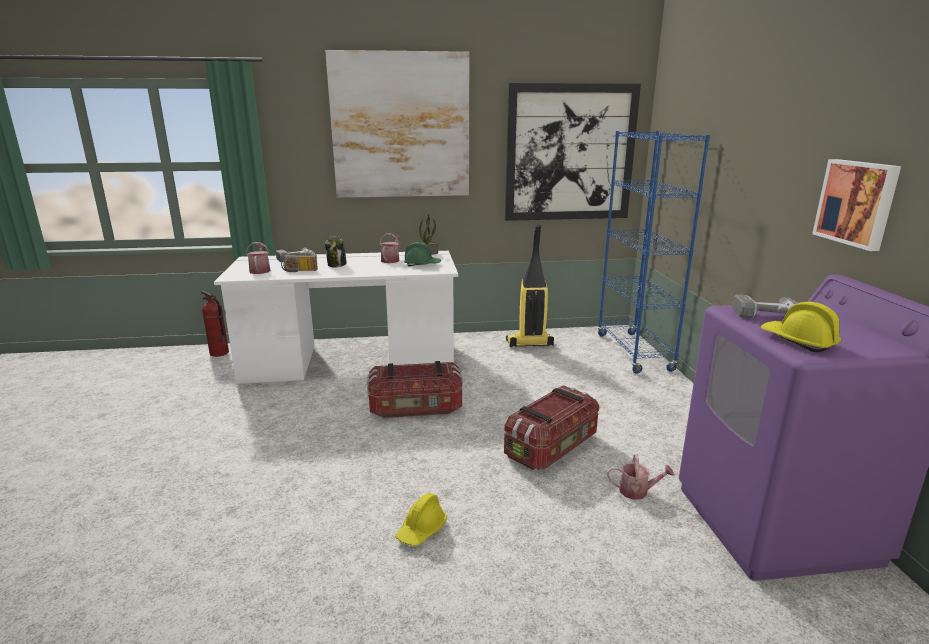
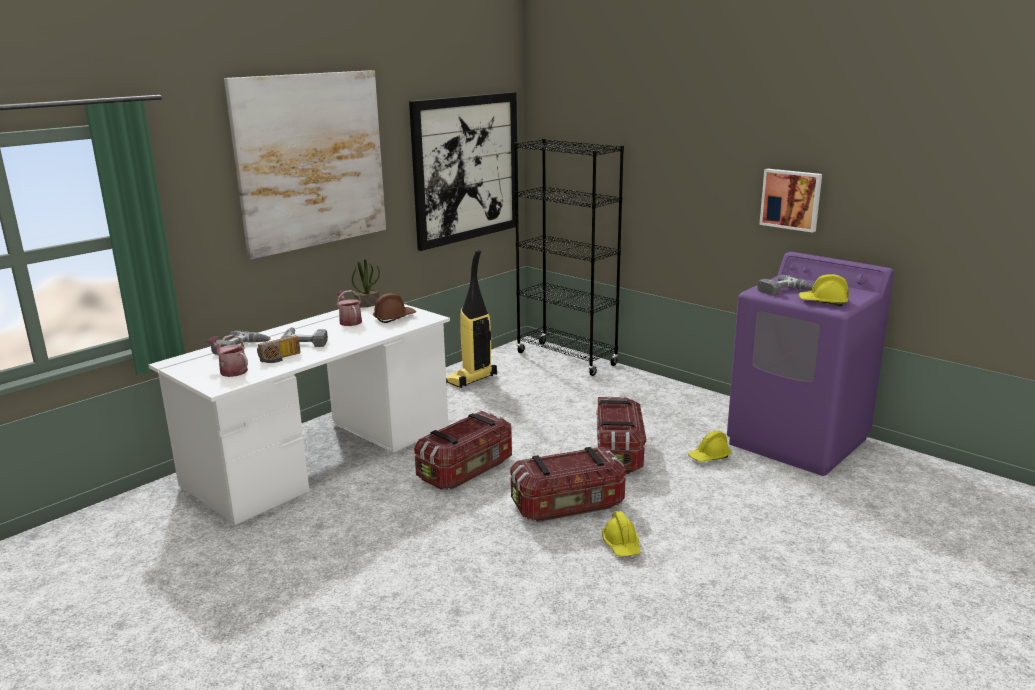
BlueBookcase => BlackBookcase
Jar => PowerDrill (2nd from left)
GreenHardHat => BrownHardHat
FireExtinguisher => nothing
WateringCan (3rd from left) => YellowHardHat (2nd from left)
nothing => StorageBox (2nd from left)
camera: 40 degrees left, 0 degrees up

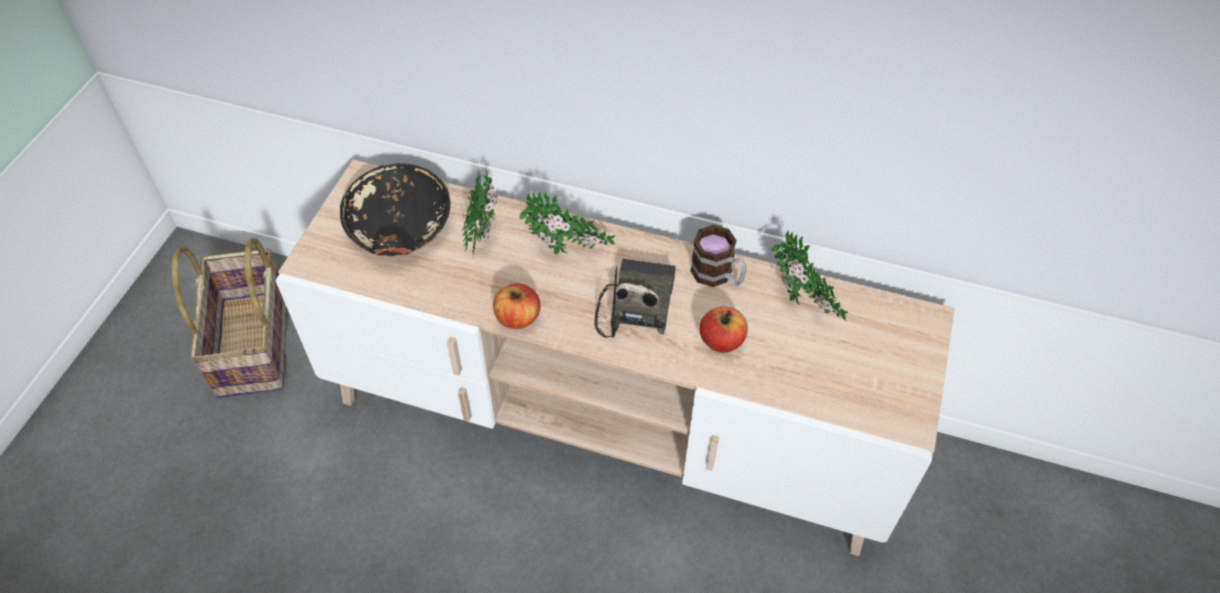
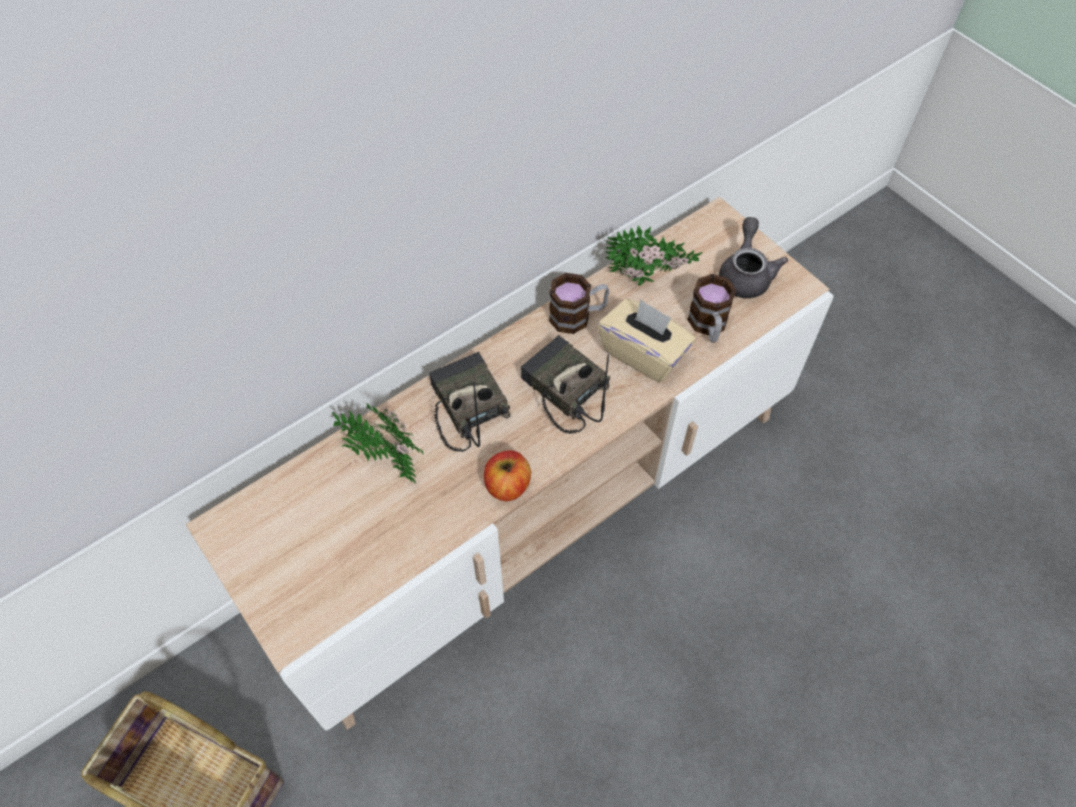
BlackBowl => nothing
PottedPlant (2nd from left) => Radio (1st from left)
Apple (2nd from left) => BeigeTissueBox
nothing => GreyTeapot
nothing => Mug (2nd from left)
camera: 55 degrees left, 5 degrees up

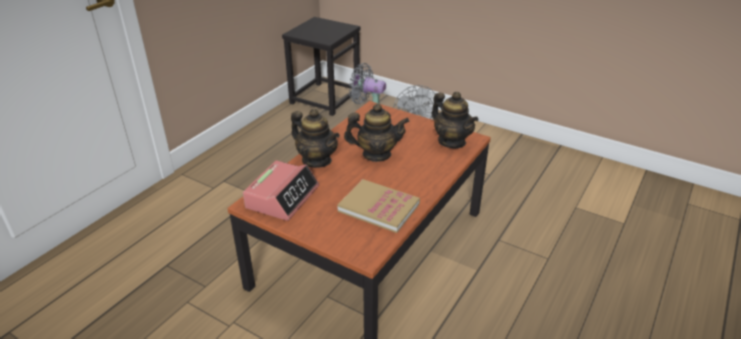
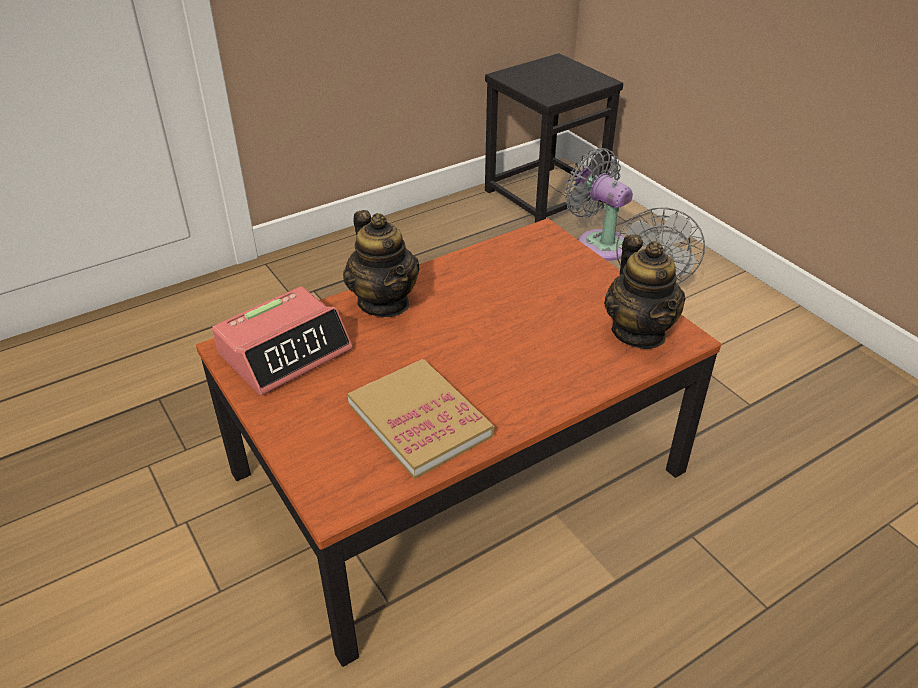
Teapot (2nd from left) => nothing
camera: 25 degrees right, 5 degrees up

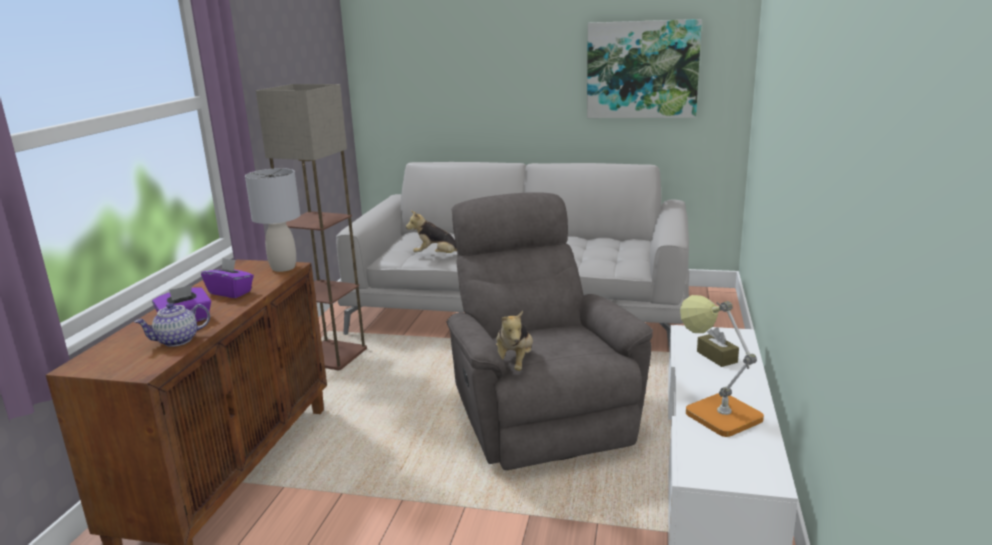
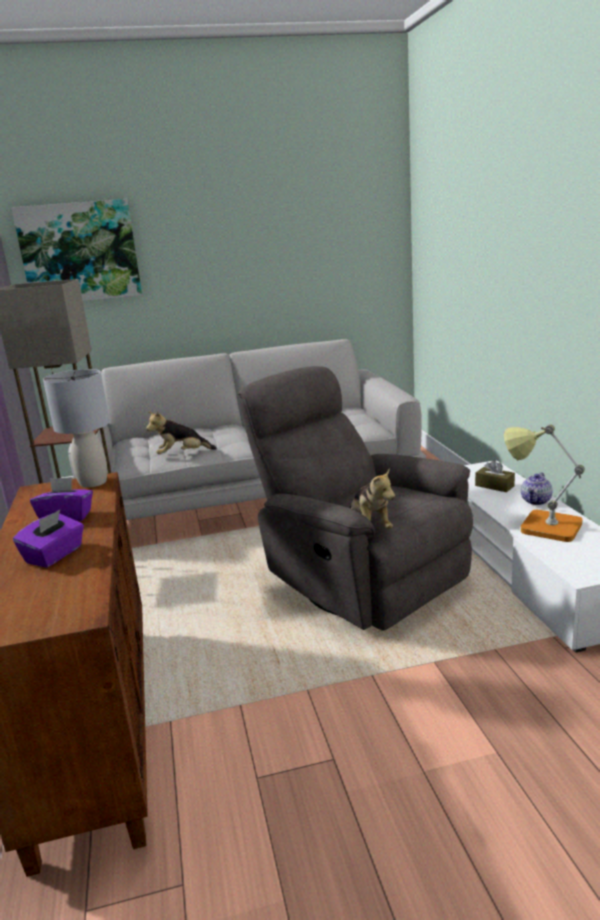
Picture, move
Teapot, move
camera: 25 degrees left, 0 degrees up

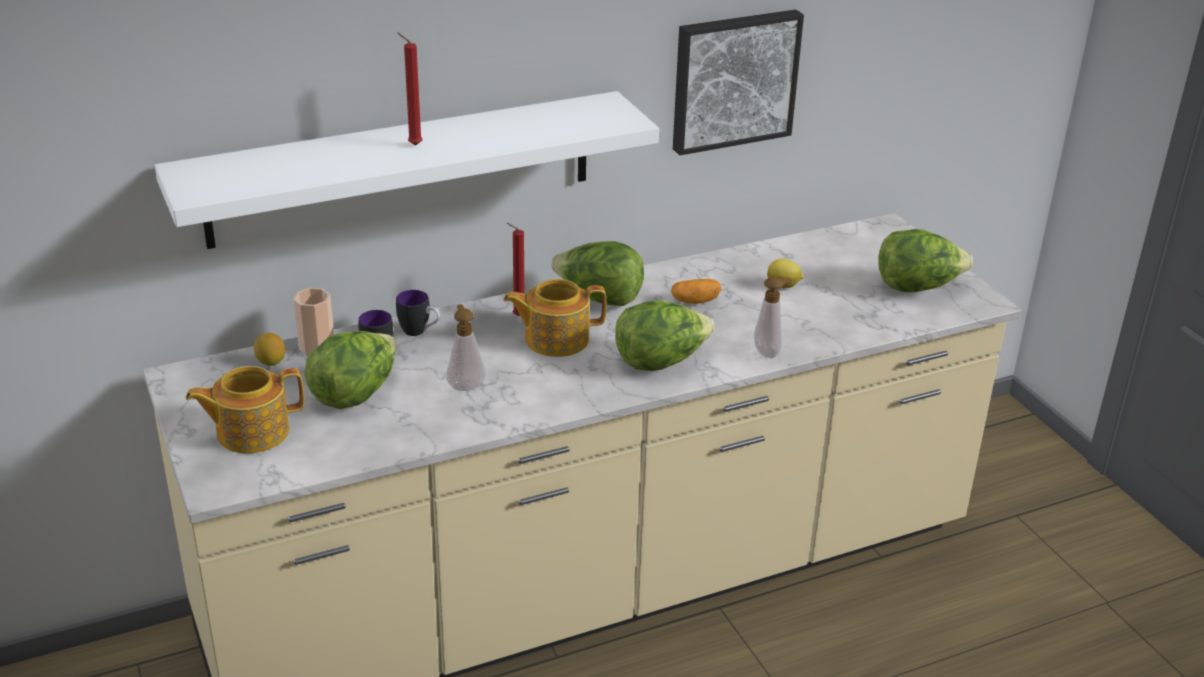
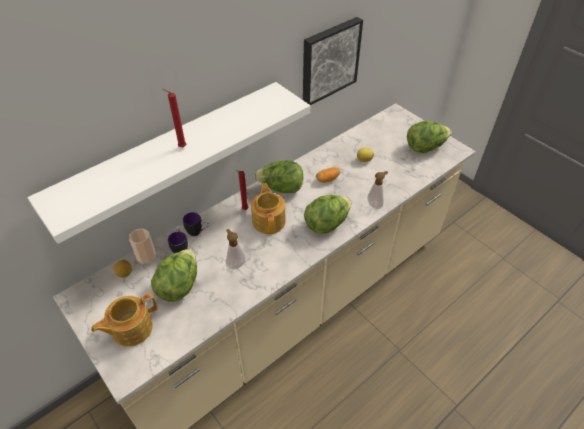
Teapot (2nd from left), 105 degrees clockwise
camera: 15 degrees left, 15 degrees up

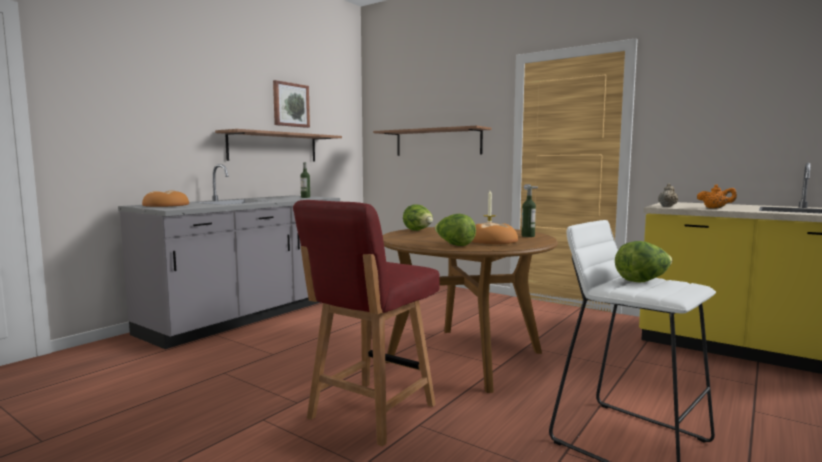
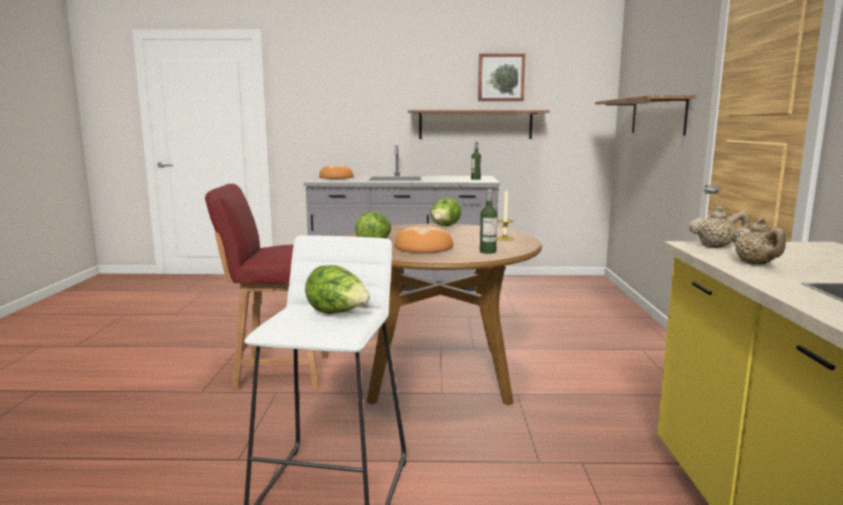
OrangeTeapot => BeigeTeapot (2nd from left)
camera: 55 degrees right, 5 degrees up

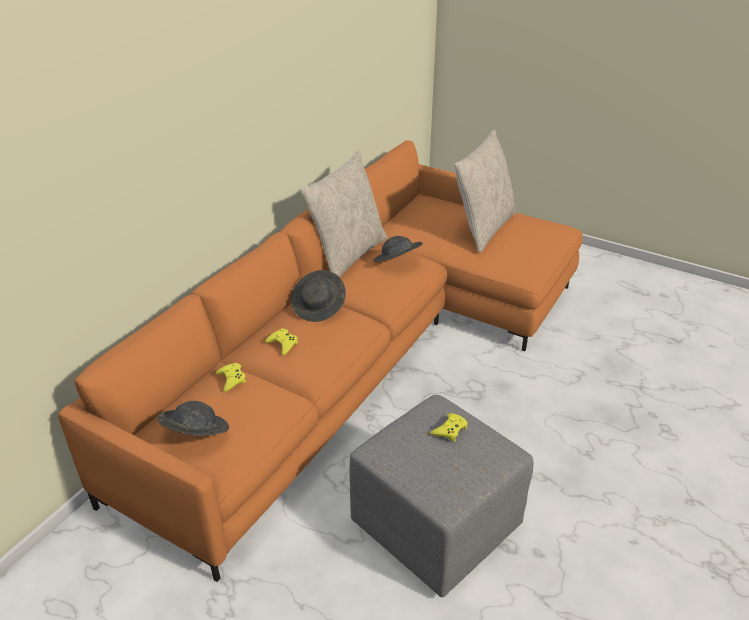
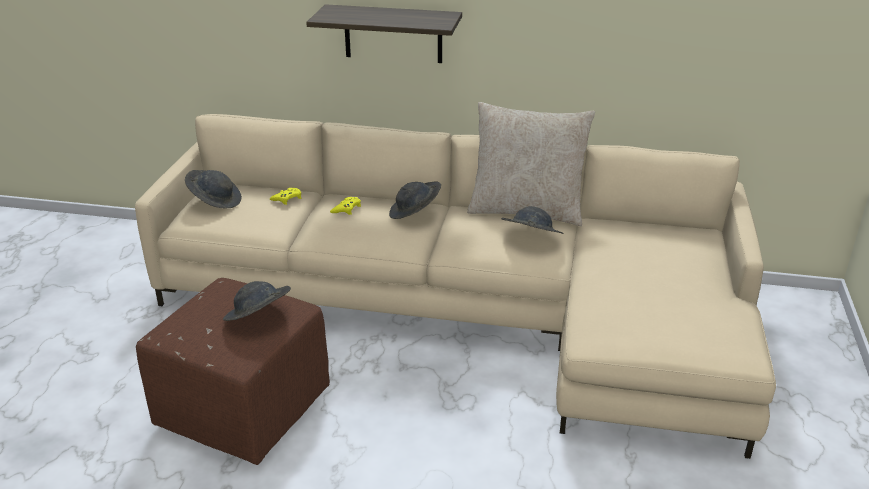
BeigePillow (2nd from left) => nothing
OrangeSofa => BeigeSofa
GreyOttoman => BrownOttoman
YellowGameController (3rd from left) => GreyHat (2nd from left)
nothing => Shelf
camera: 70 degrees right, 5 degrees down

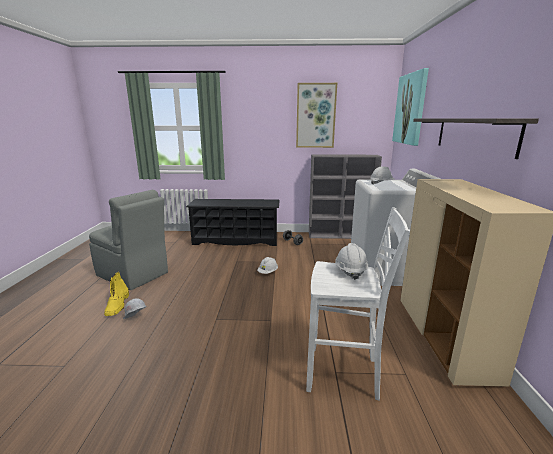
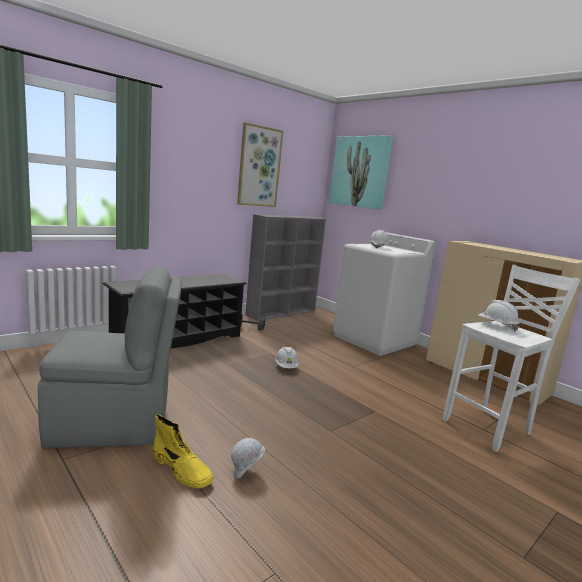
Shelf => nothing
camera: 45 degrees left, 5 degrees down

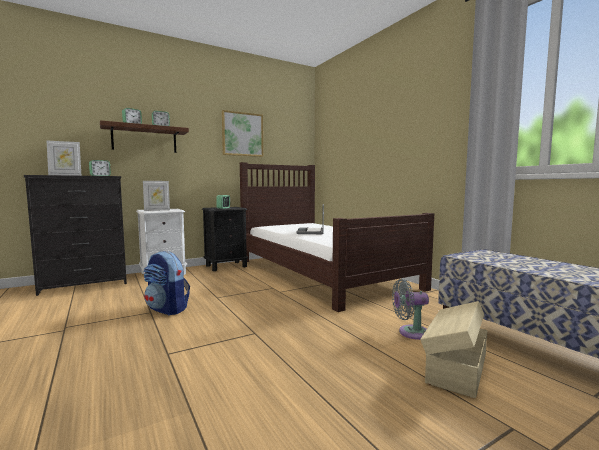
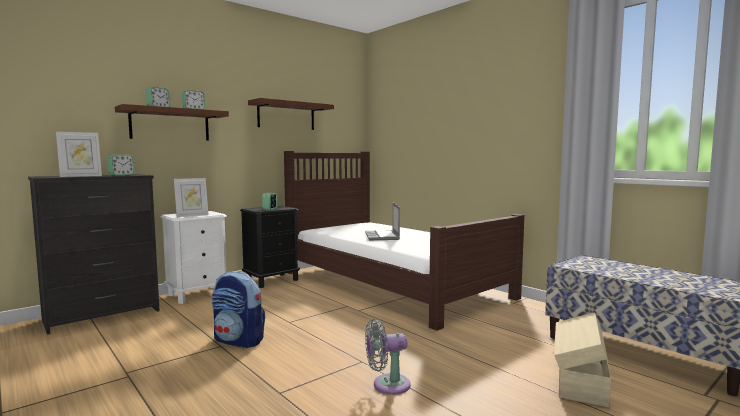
Picture => BrownShelf (2nd from left)
GreyFan, move
camera: 10 degrees left, 0 degrees up

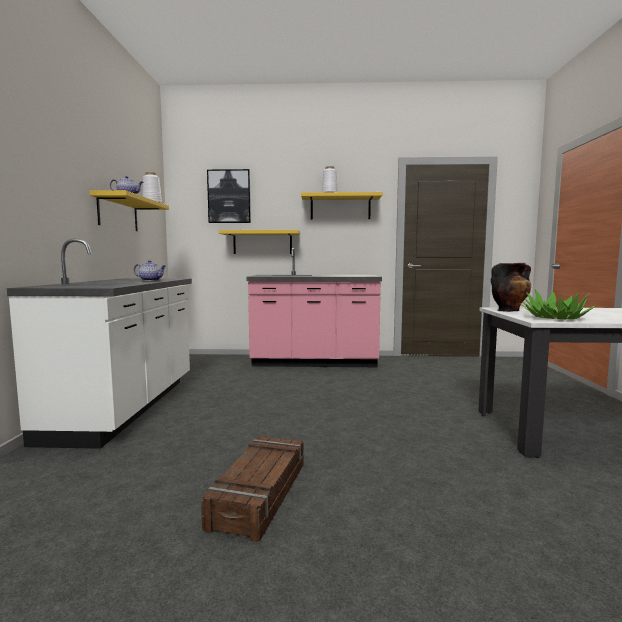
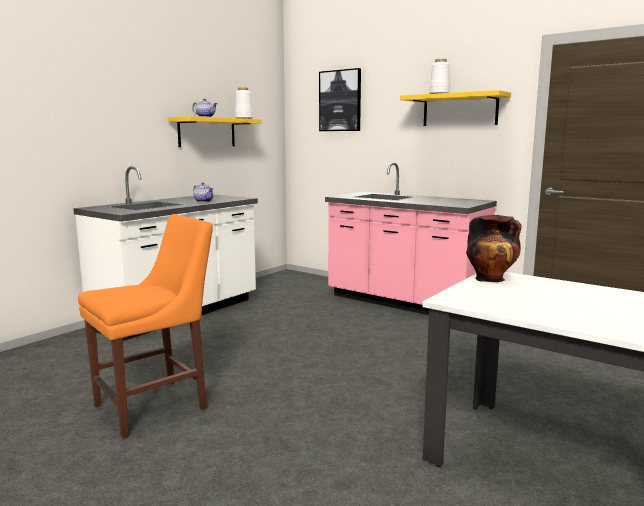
YellowShelf (2nd from left) => nothing
PottedPlant => nothing
Crate => OrangeChair
camera: 35 degrees right, 5 degrees up

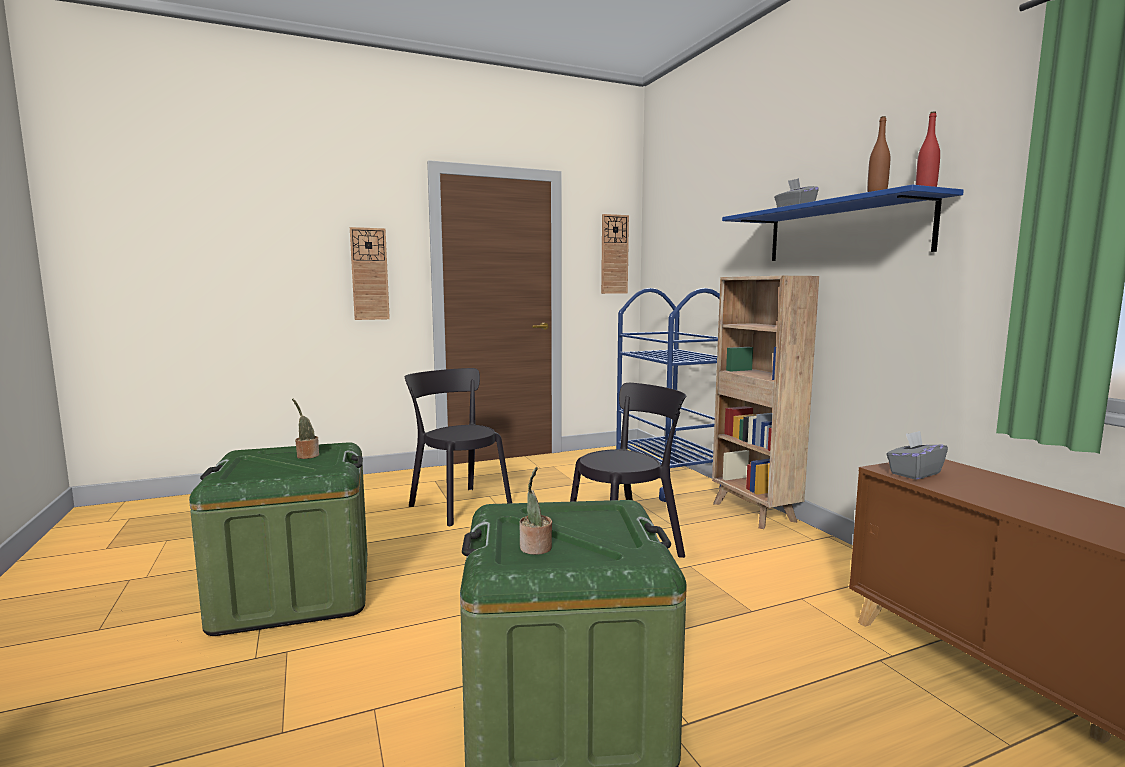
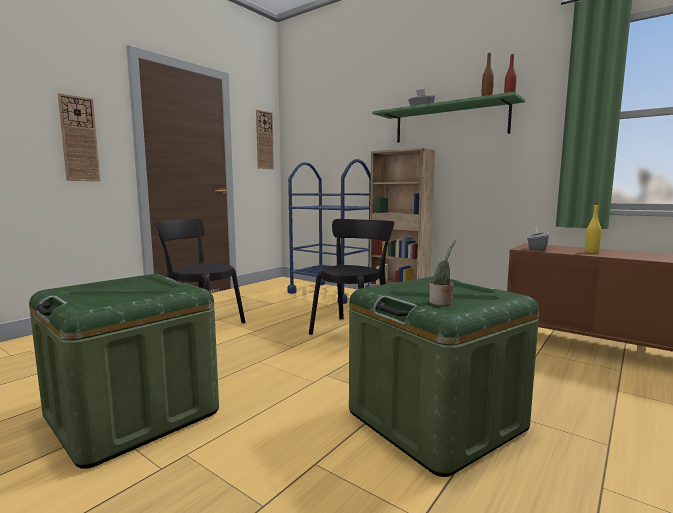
BlueShelf => GreenShelf
PottedPlant (1st from left) => nothing
nothing => YellowBottle
camera: 30 degrees left, 0 degrees up

